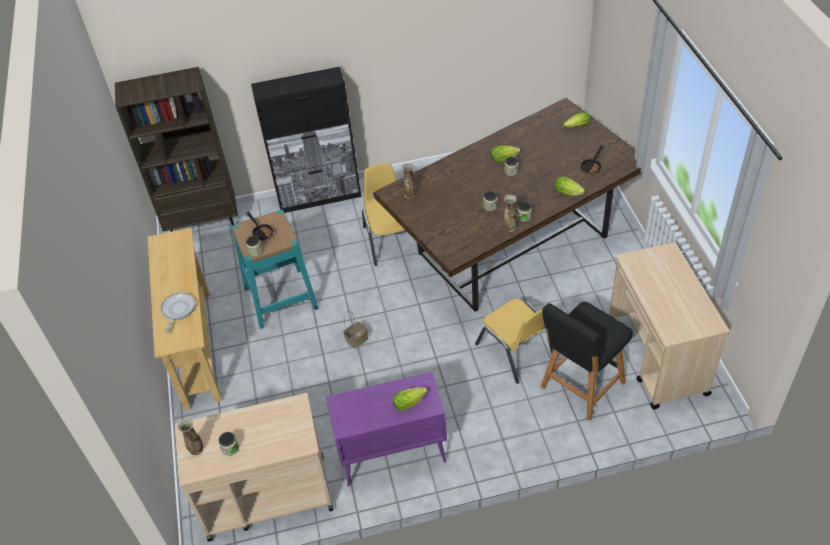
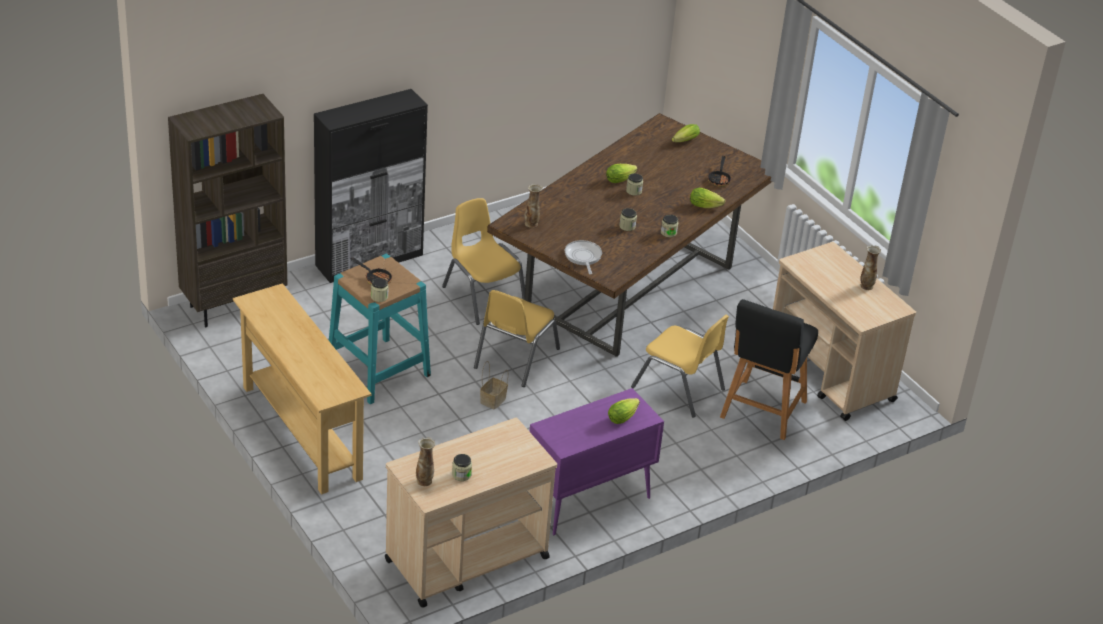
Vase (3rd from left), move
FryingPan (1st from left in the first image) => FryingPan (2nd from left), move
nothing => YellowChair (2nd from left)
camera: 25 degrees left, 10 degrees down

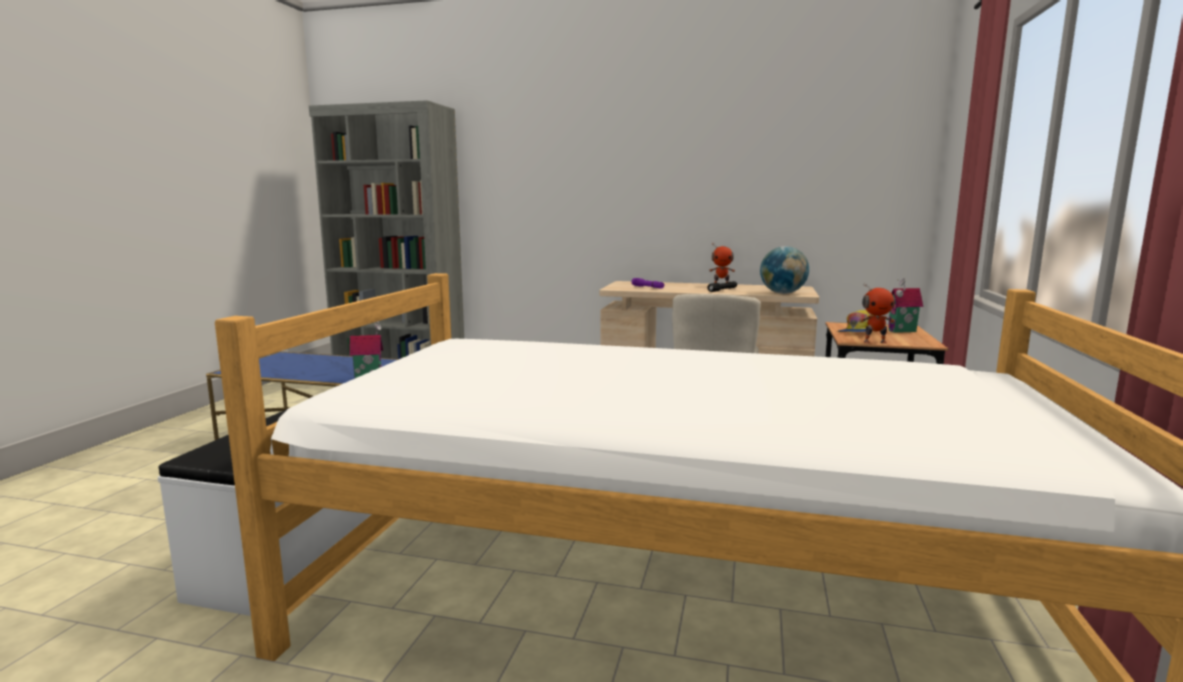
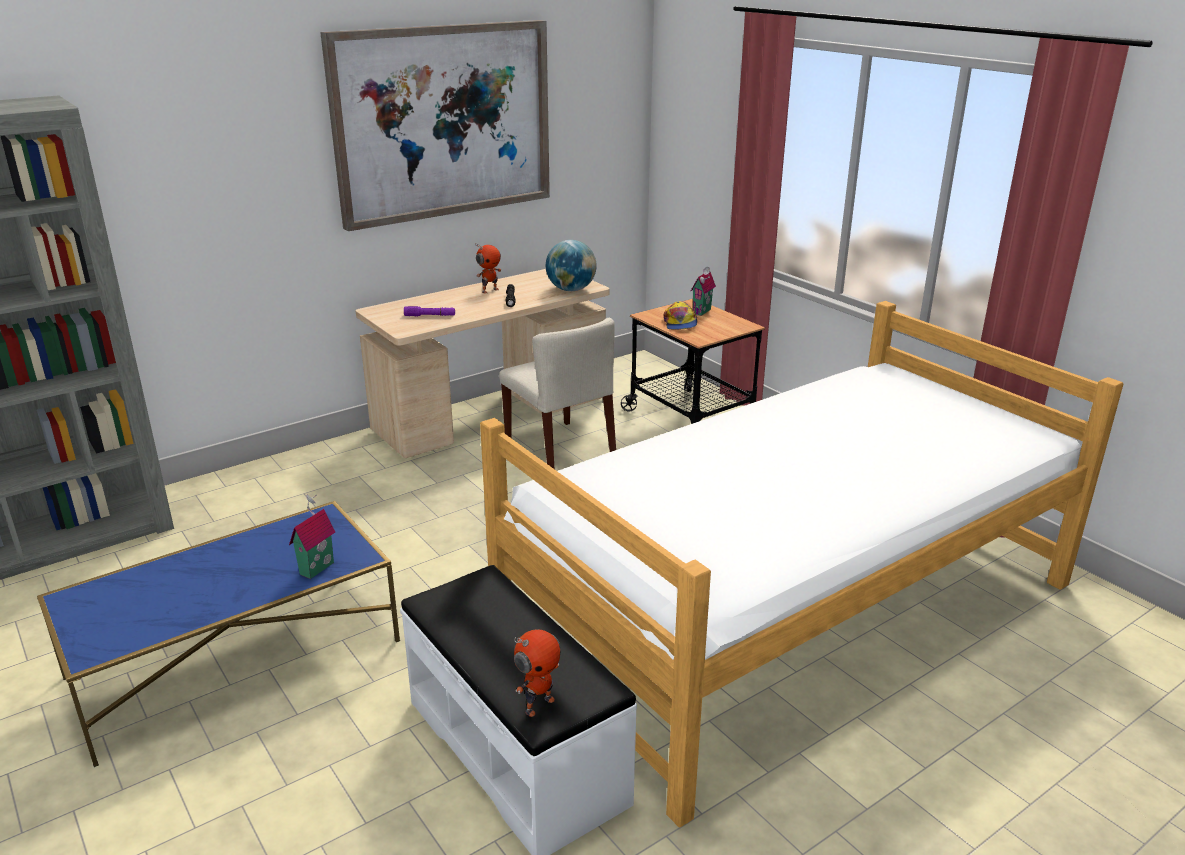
ToyRobot (2nd from left), move
nothing => Picture
camera: 50 degrees left, 15 degrees up

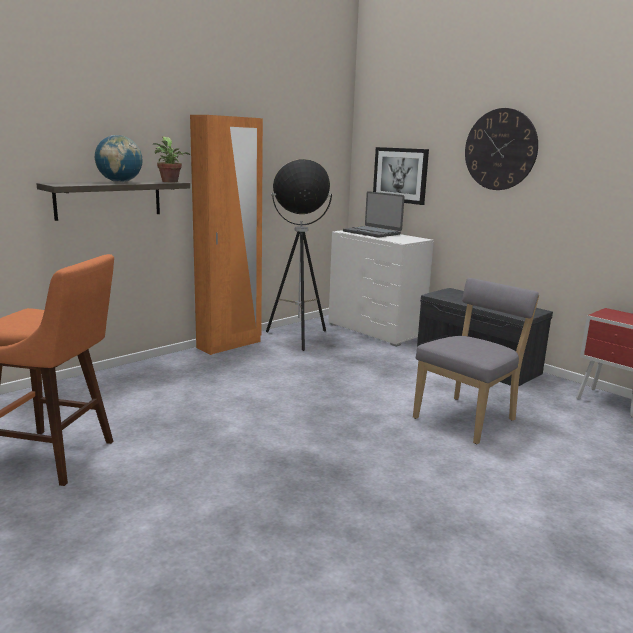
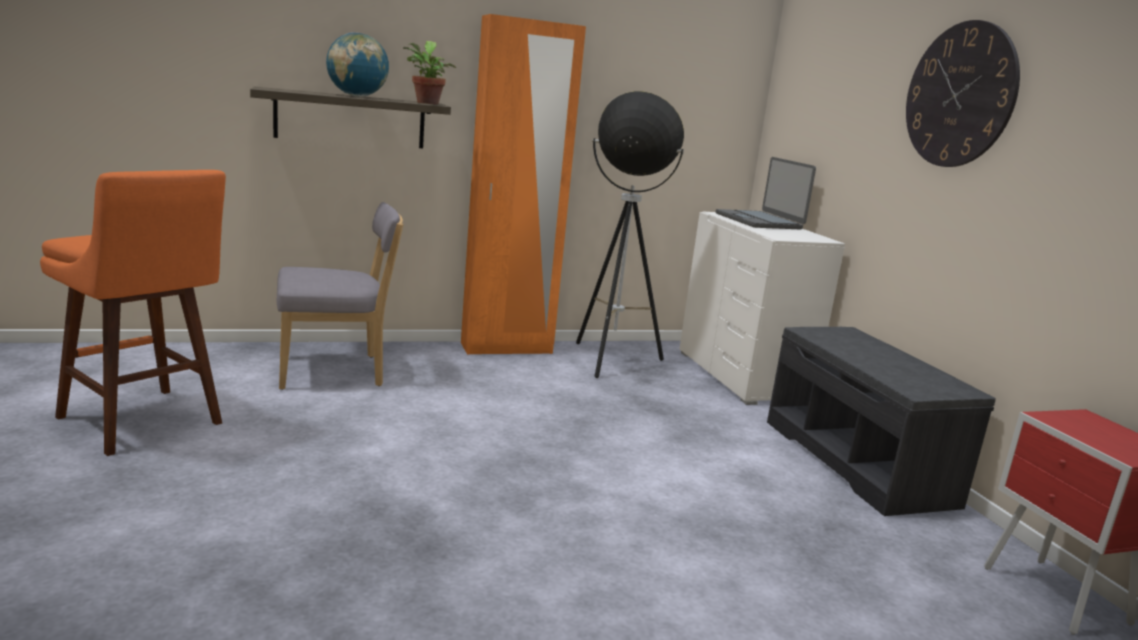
Picture => nothing
GreyChair, move
camera: 25 degrees right, 0 degrees up

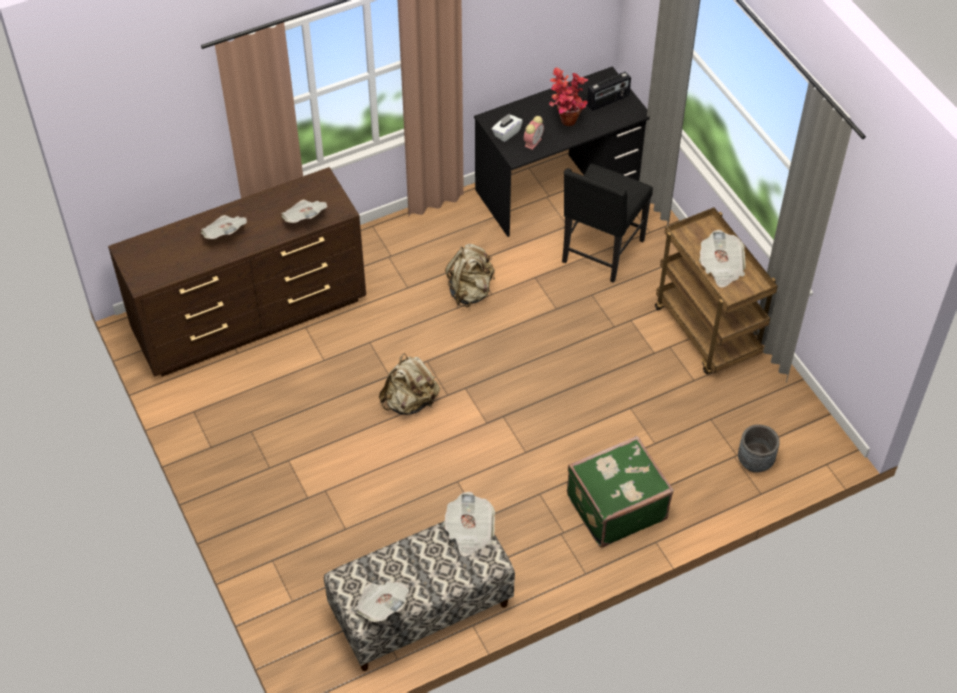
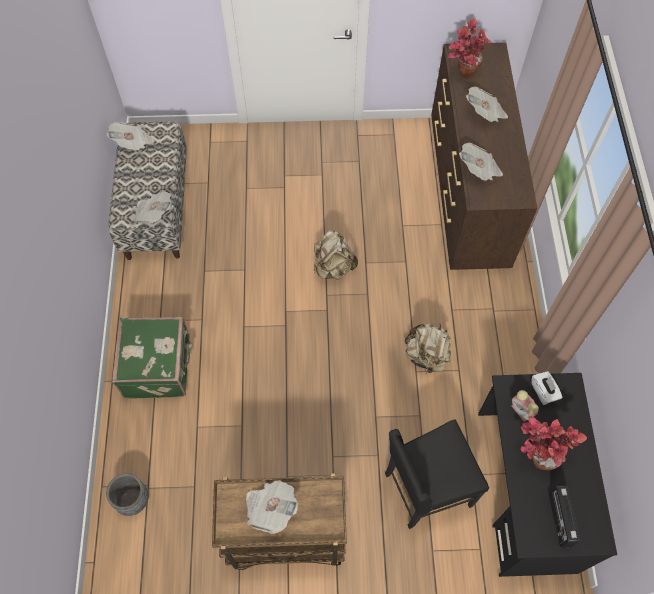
BlackChair, 75 degrees counterclockwise
nothing => PottedPlant (1st from left)
camera: 115 degrees right, 10 degrees up

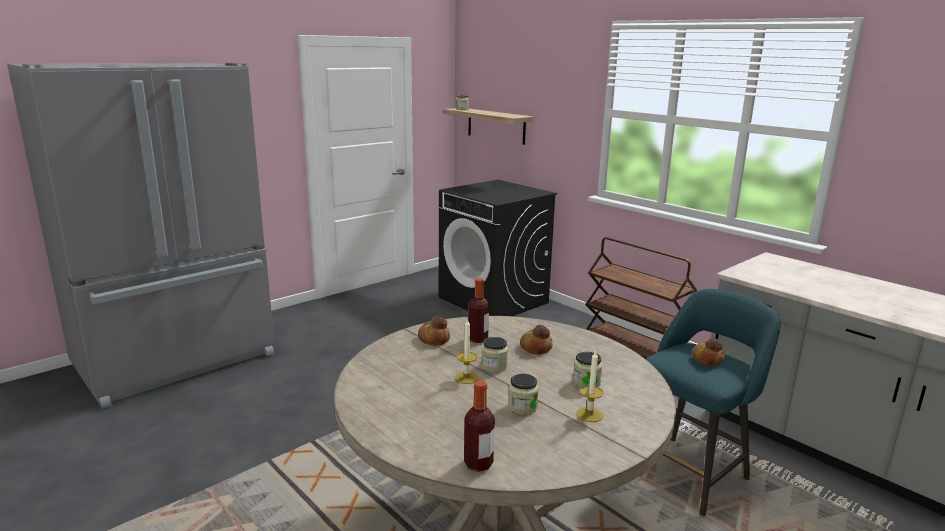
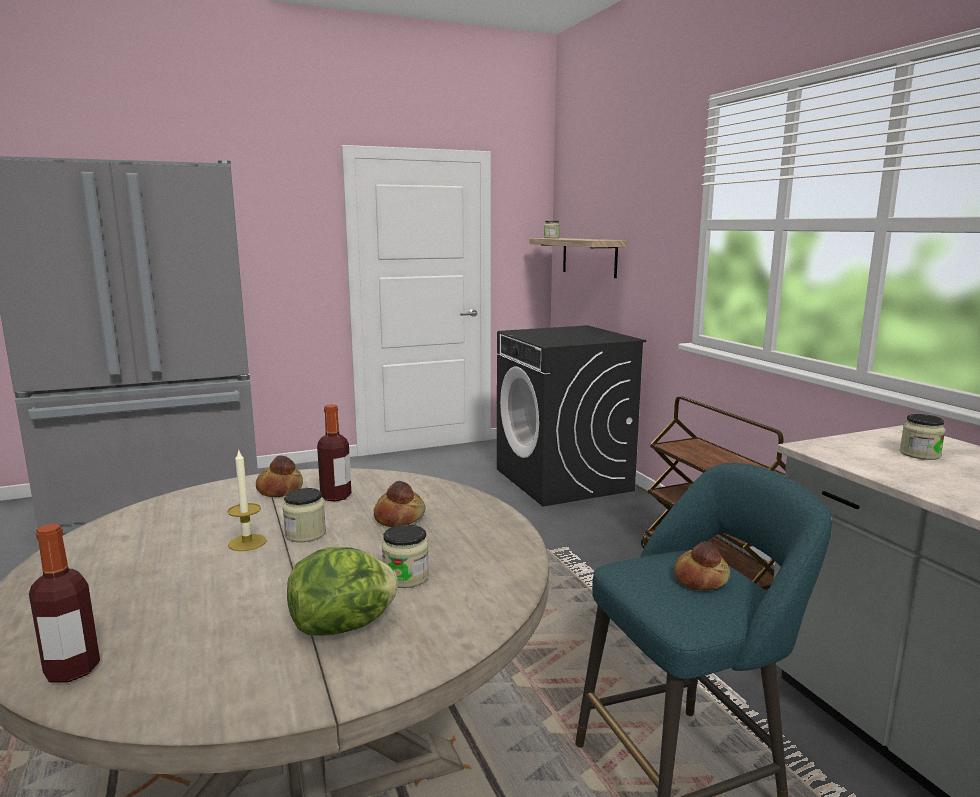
Candle (2nd from left) => Lettuce
Jar (3rd from left in the first image) => Jar (4th from left), move
camera: 20 degrees right, 5 degrees down

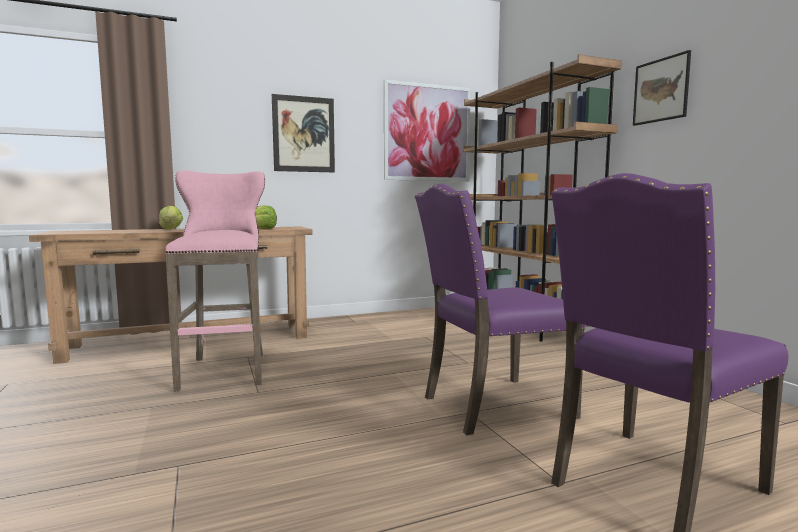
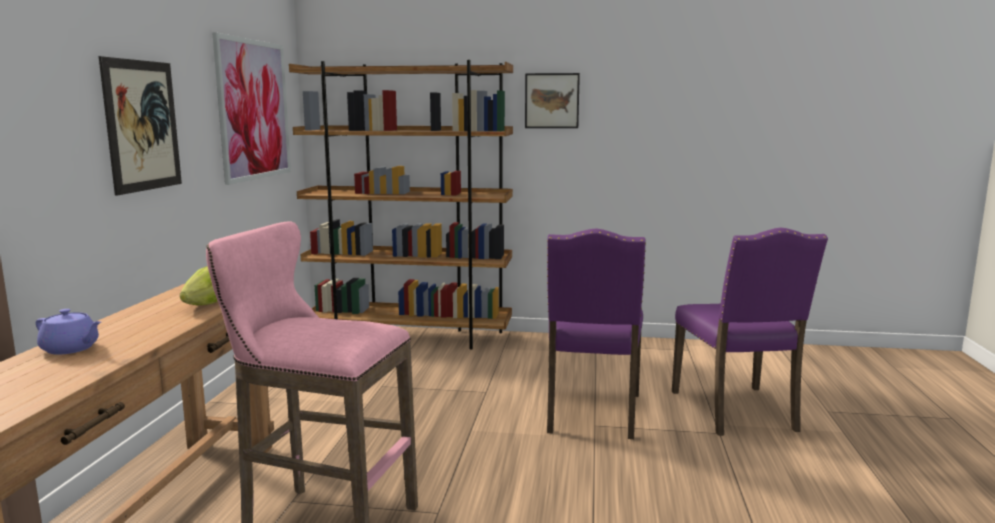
Lettuce (1st from left) => PurpleTeapot
camera: 60 degrees left, 5 degrees up

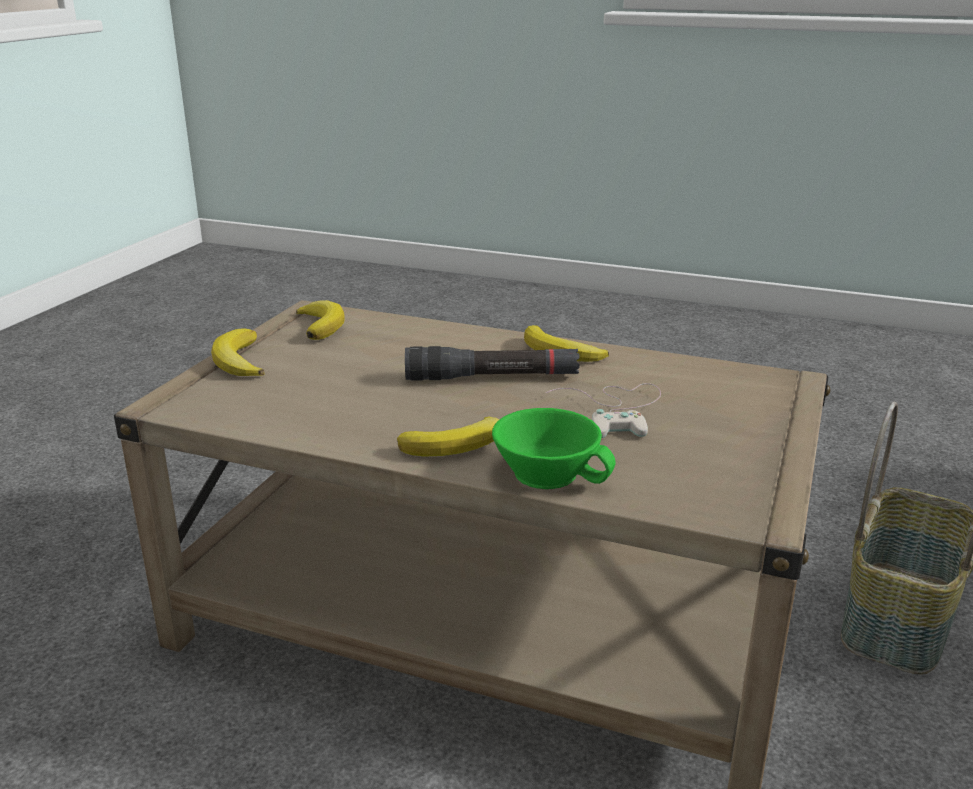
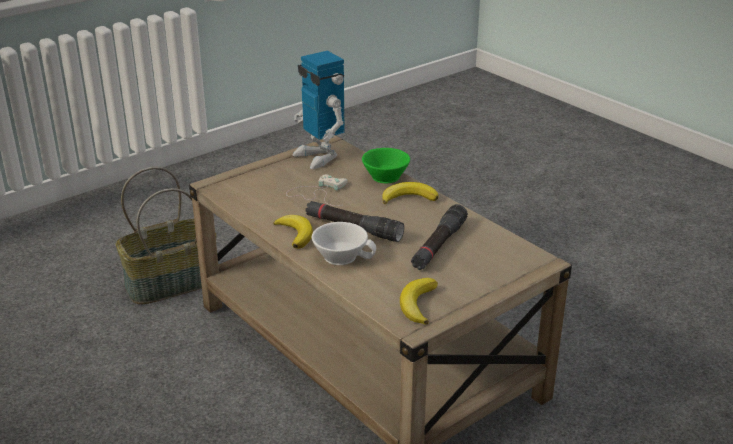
Banana (1st from left) => nothing
nothing => ToyRobot
nothing => BlackFlashlight (2nd from left)
nothing => WhiteCup
camera: 150 degrees left, 5 degrees up

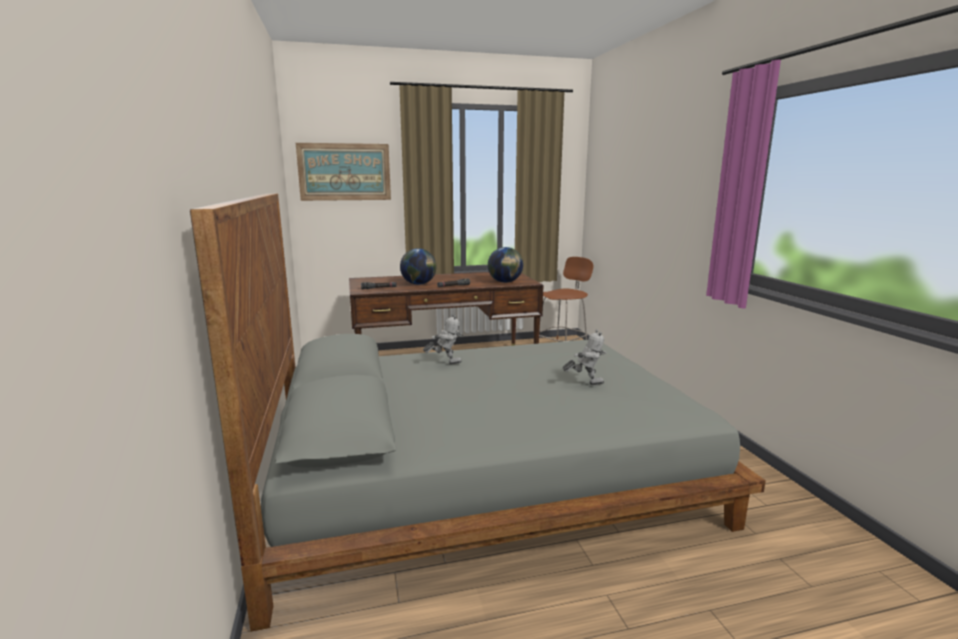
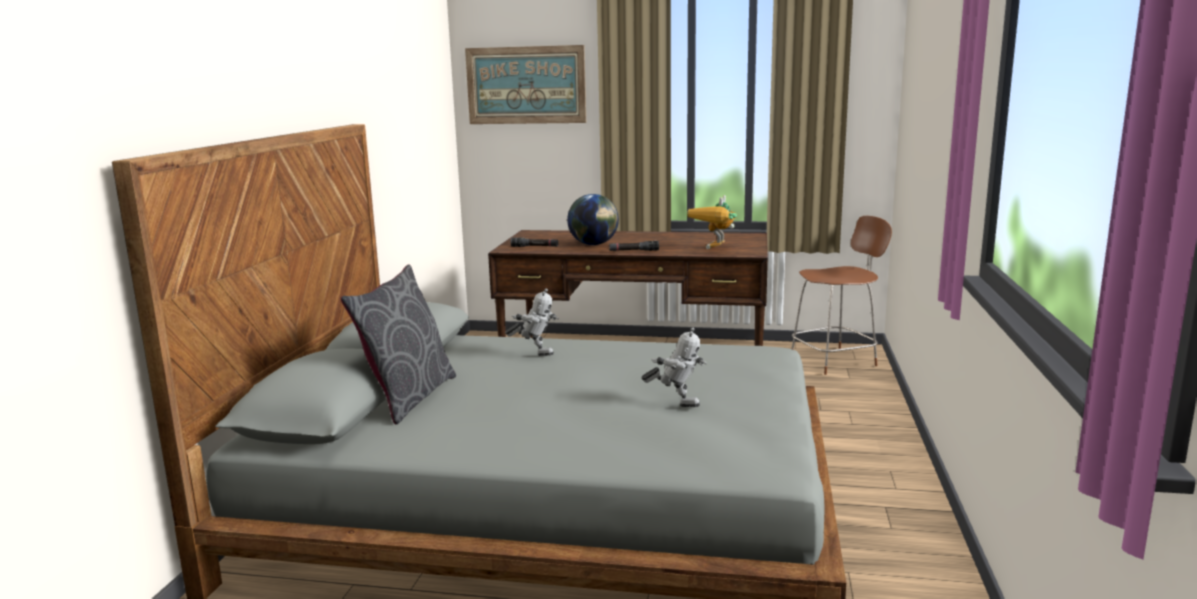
Globe (2nd from left) => ToyRobot (3rd from left)
nothing => GreyPillow
camera: 25 degrees right, 0 degrees up

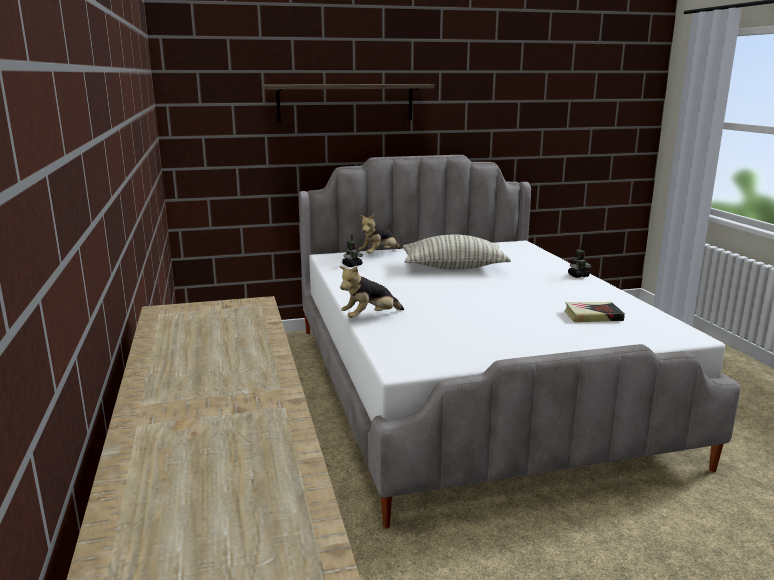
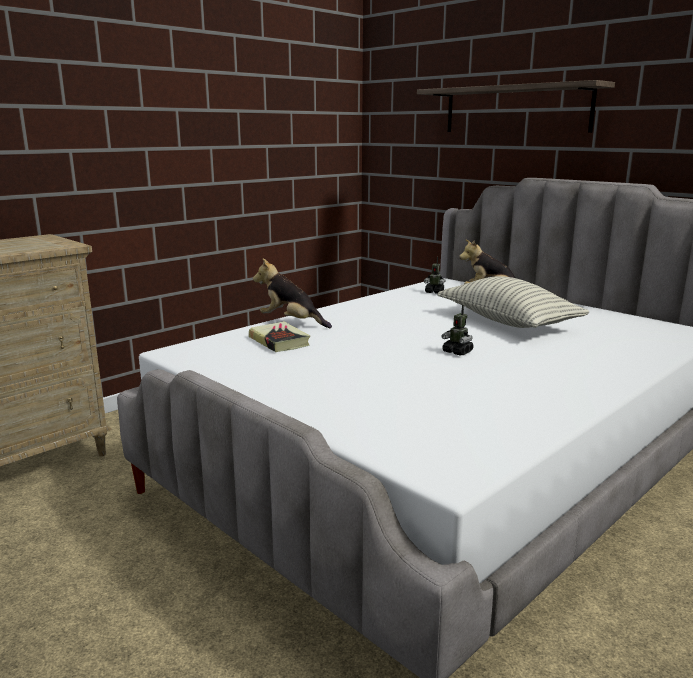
ToyRobot (2nd from left), move
Book, move
camera: 60 degrees right, 0 degrees up

